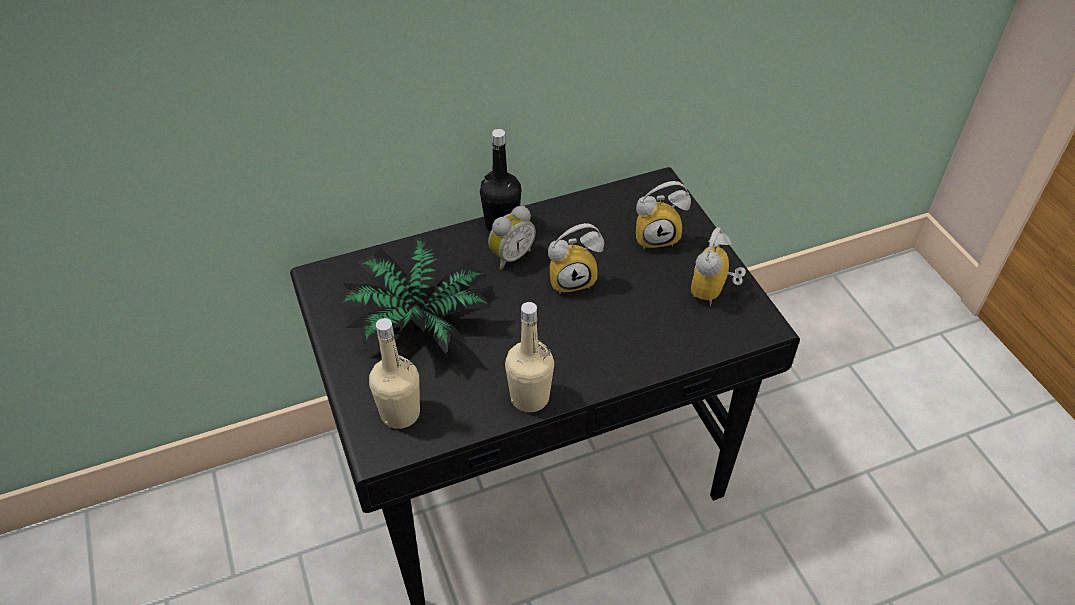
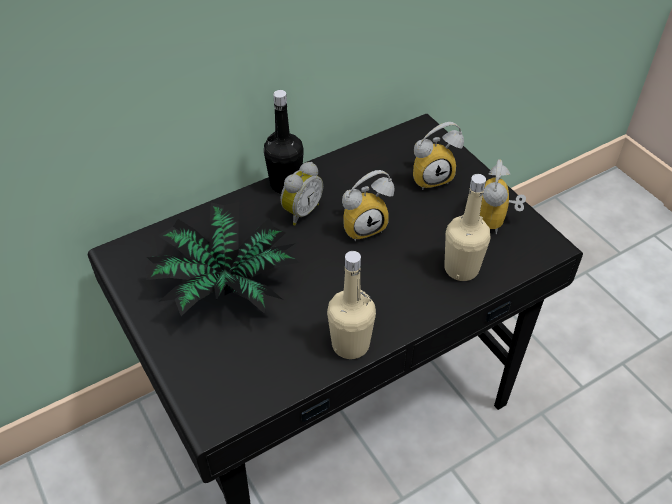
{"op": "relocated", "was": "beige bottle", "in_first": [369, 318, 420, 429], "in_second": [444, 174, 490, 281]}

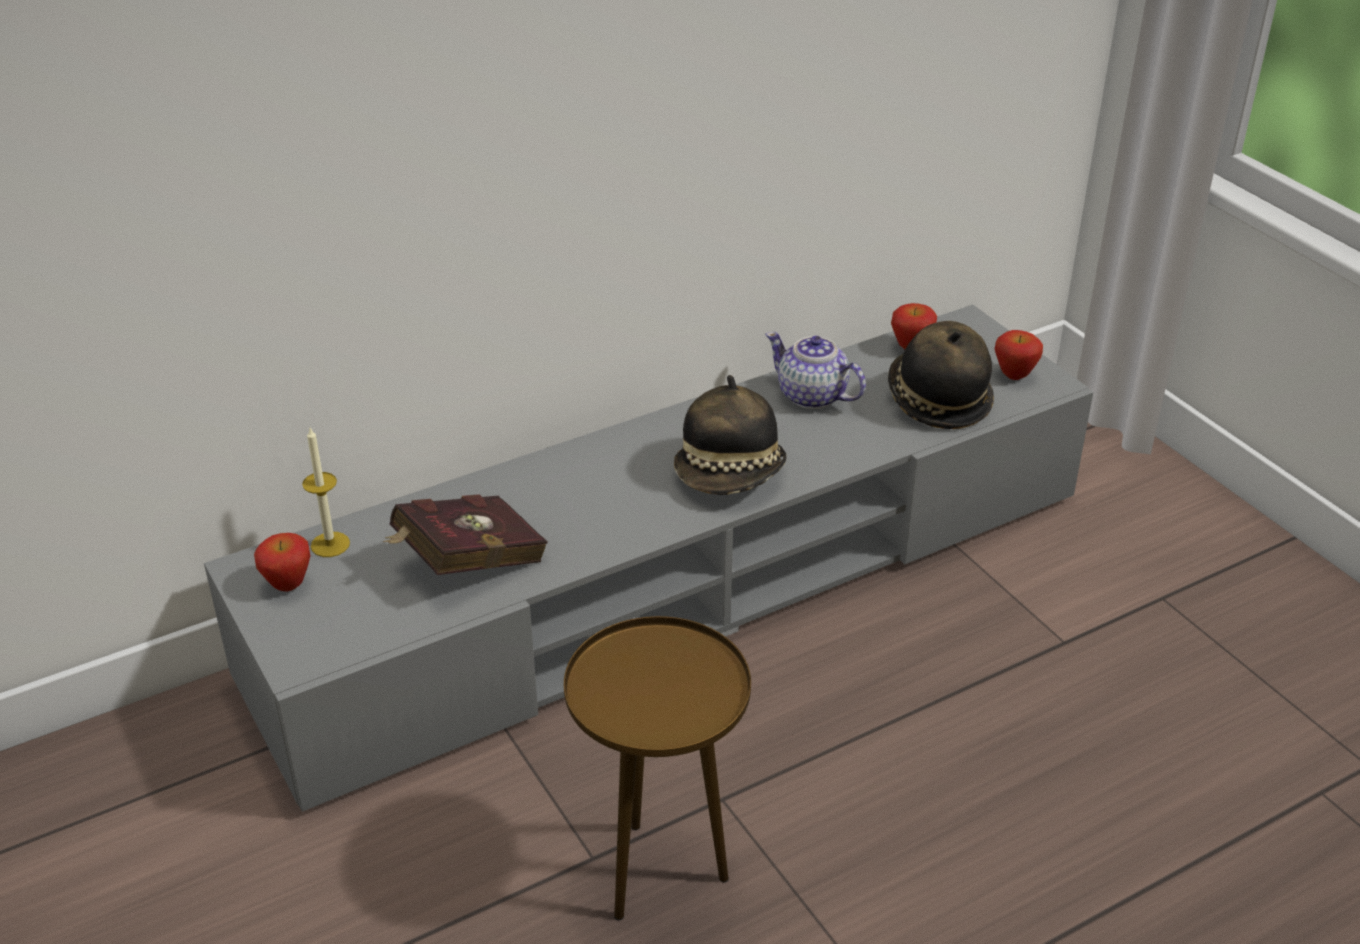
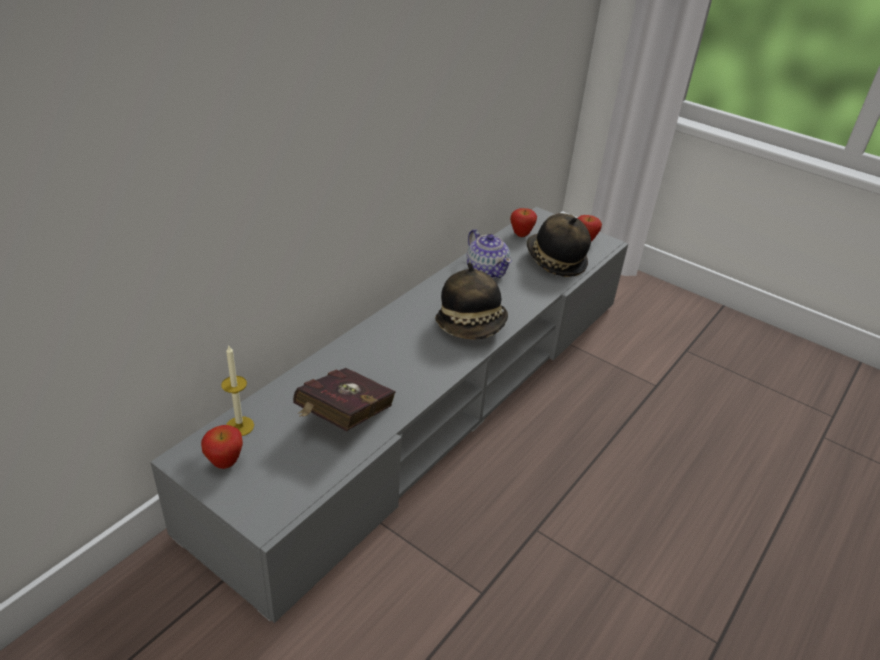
{"op": "spun", "was": "teapot", "in_first": [765, 332, 866, 409], "in_second": [467, 229, 512, 279], "clockwise": -135}
{"op": "missing", "was": "brown side table", "in_first": [564, 616, 751, 920]}

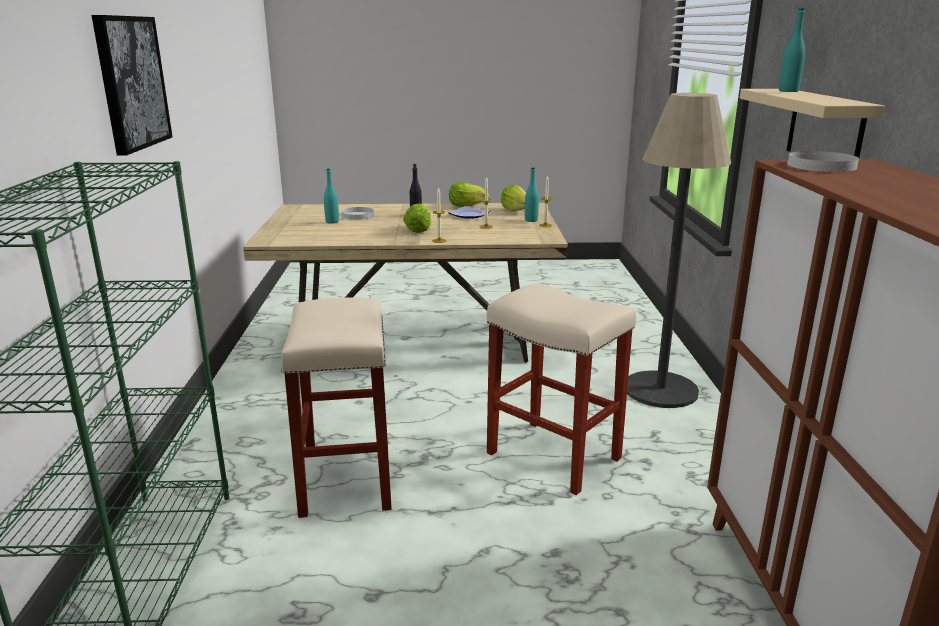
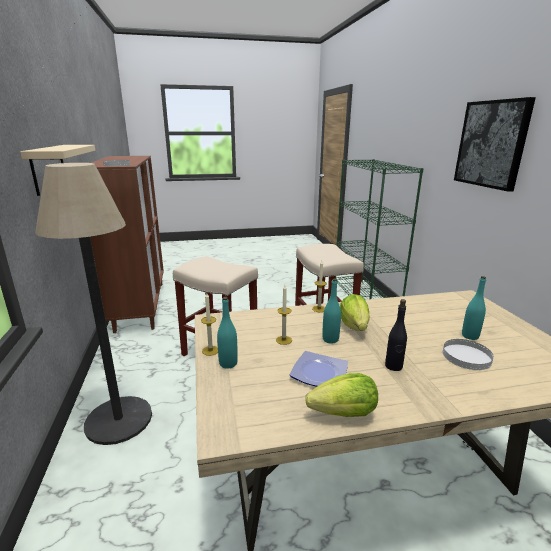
{"op": "relocated", "was": "turquoise bottle", "in_first": [779, 8, 805, 92], "in_second": [322, 279, 341, 344]}
{"op": "missing", "was": "lettuce", "in_first": [501, 185, 526, 211]}

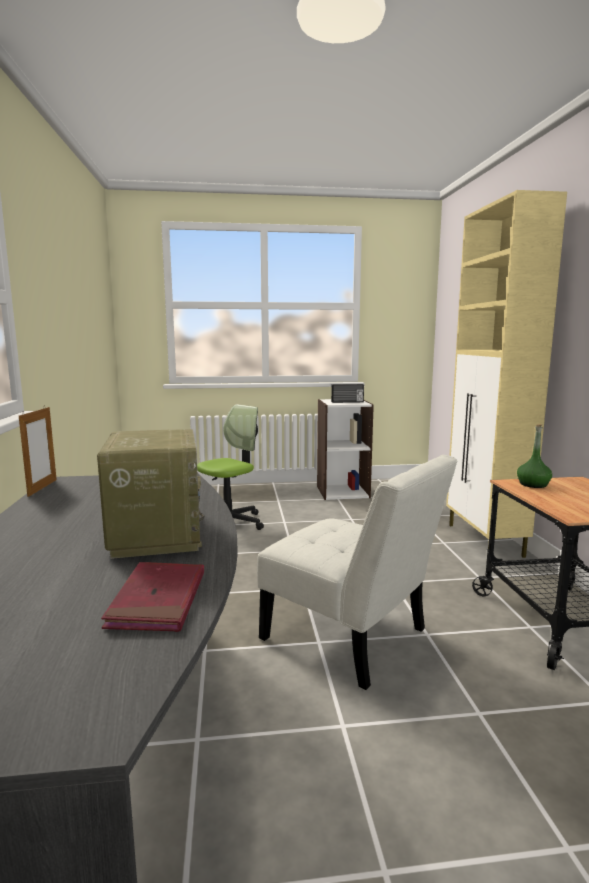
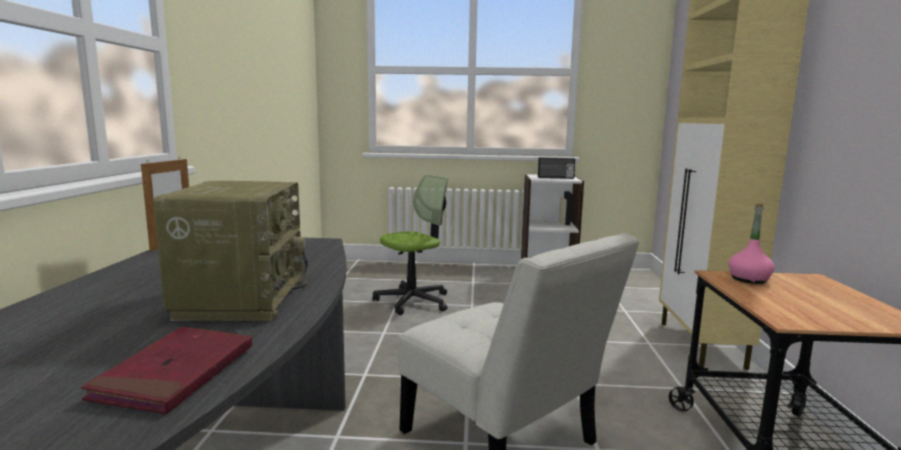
{"op": "colour", "was": "green bottle", "now": "pink bottle", "in_first": [517, 424, 552, 488], "in_second": [728, 204, 775, 284]}

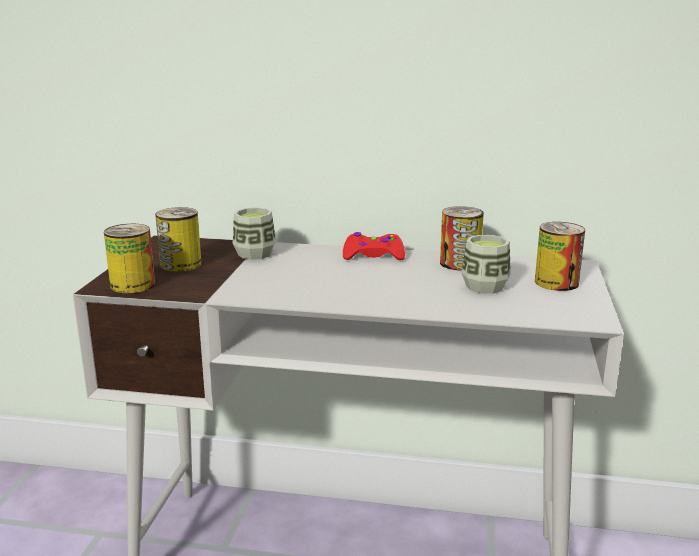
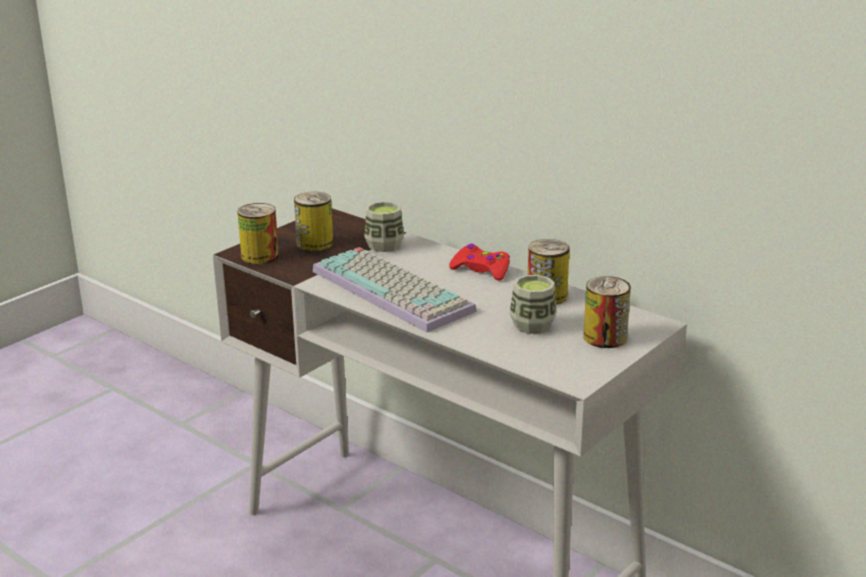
{"op": "appeared", "now": "keyboard", "in_second": [312, 247, 477, 333]}

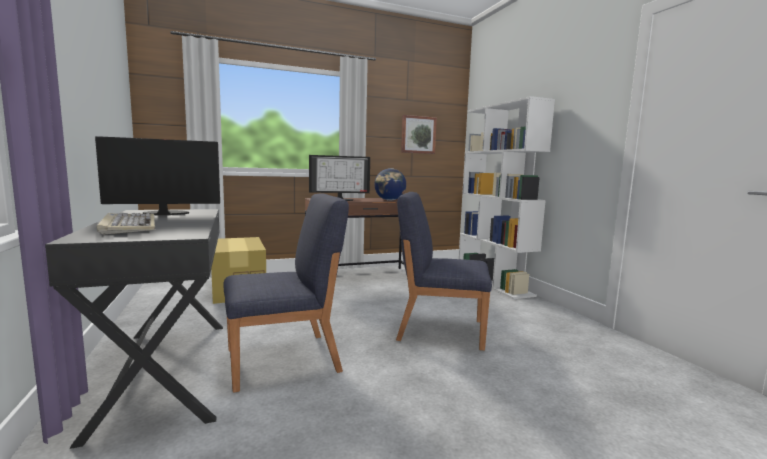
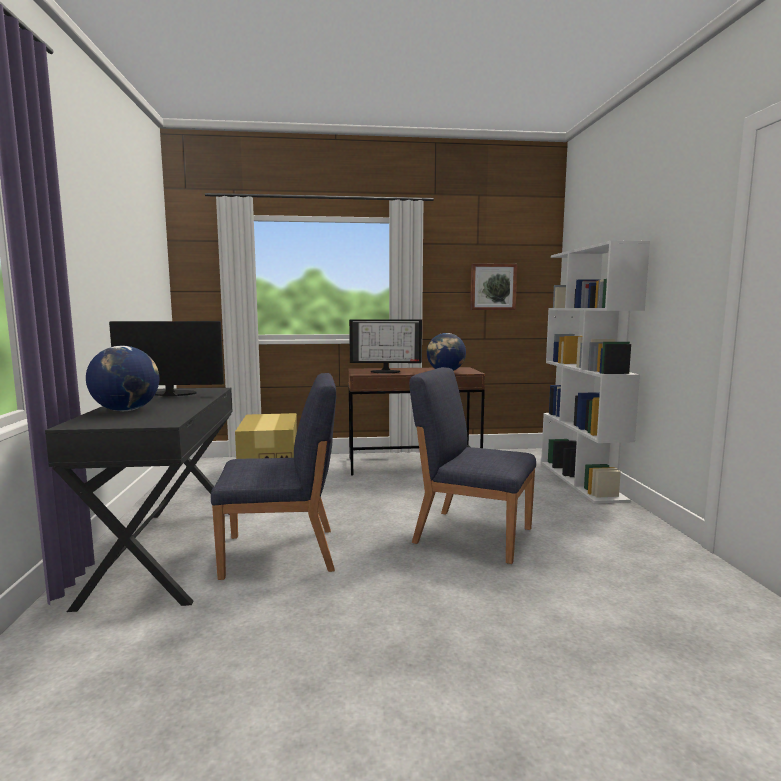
{"op": "exchanged", "was": "keyboard", "now": "globe", "in_first": [97, 213, 155, 235], "in_second": [86, 346, 159, 411]}

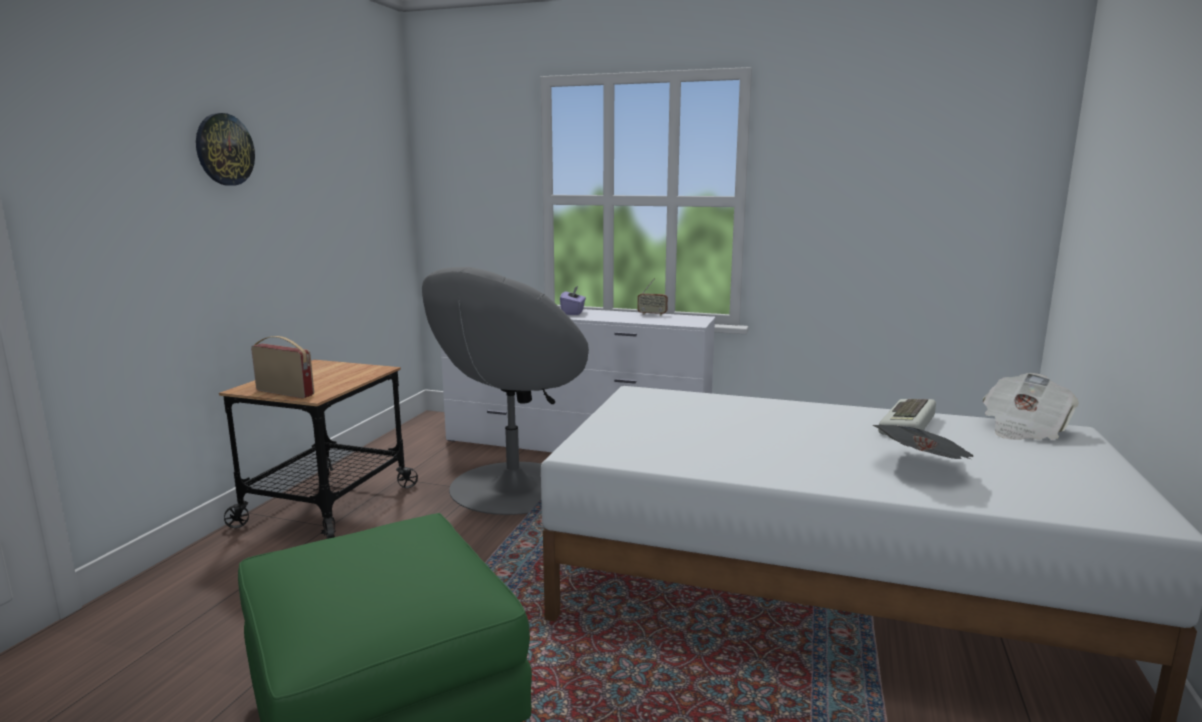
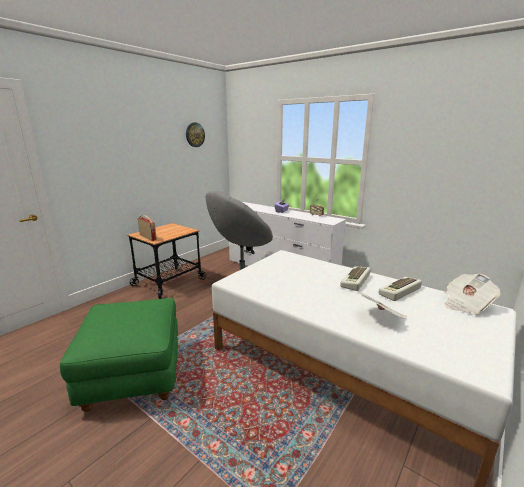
{"op": "relocated", "was": "wall clock", "in_first": [196, 113, 255, 186], "in_second": [186, 122, 205, 147]}
{"op": "appeared", "now": "keyboard", "in_second": [340, 266, 370, 291]}

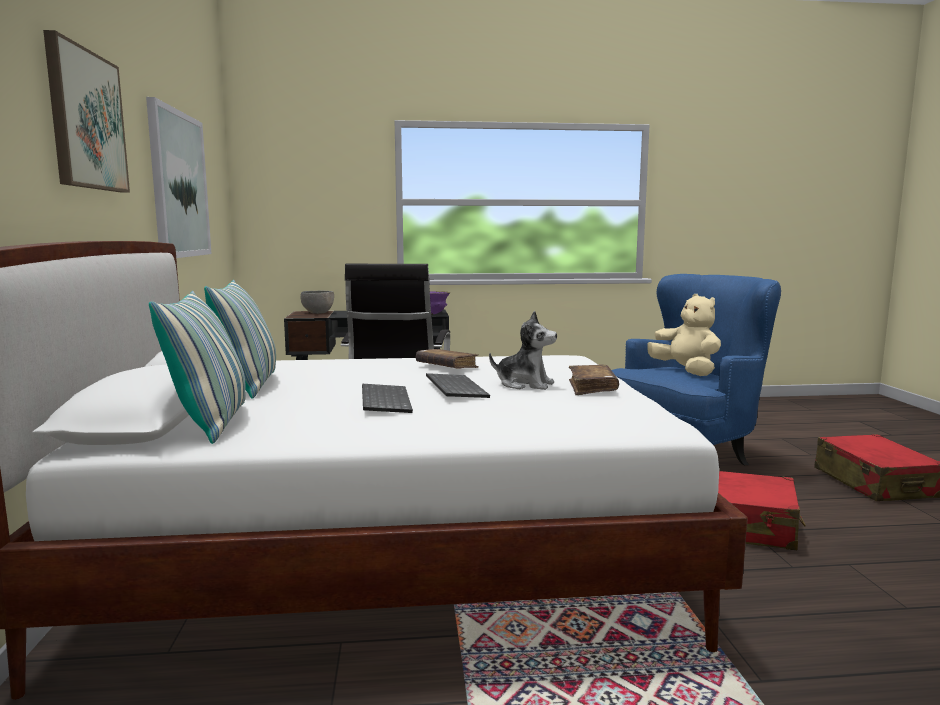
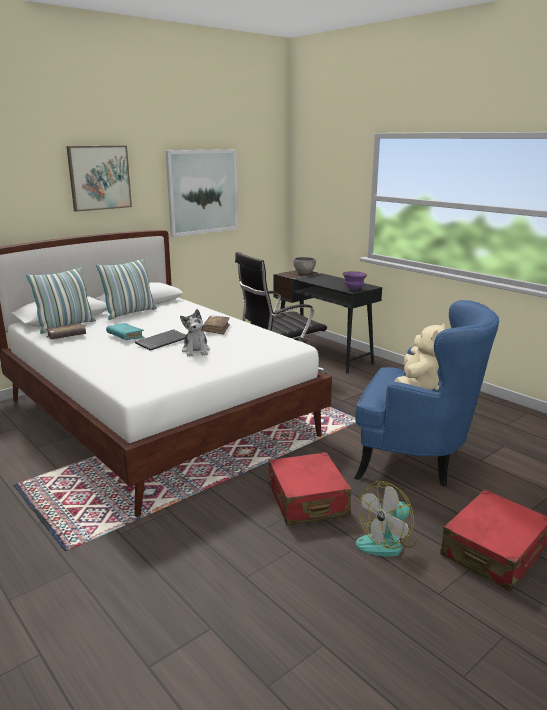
{"op": "relocated", "was": "brown book", "in_first": [569, 365, 619, 395], "in_second": [45, 323, 86, 340]}
{"op": "exchanged", "was": "keyboard", "now": "turquoise book", "in_first": [362, 384, 413, 413], "in_second": [106, 323, 145, 340]}
{"op": "appeared", "now": "fan", "in_second": [356, 481, 418, 557]}

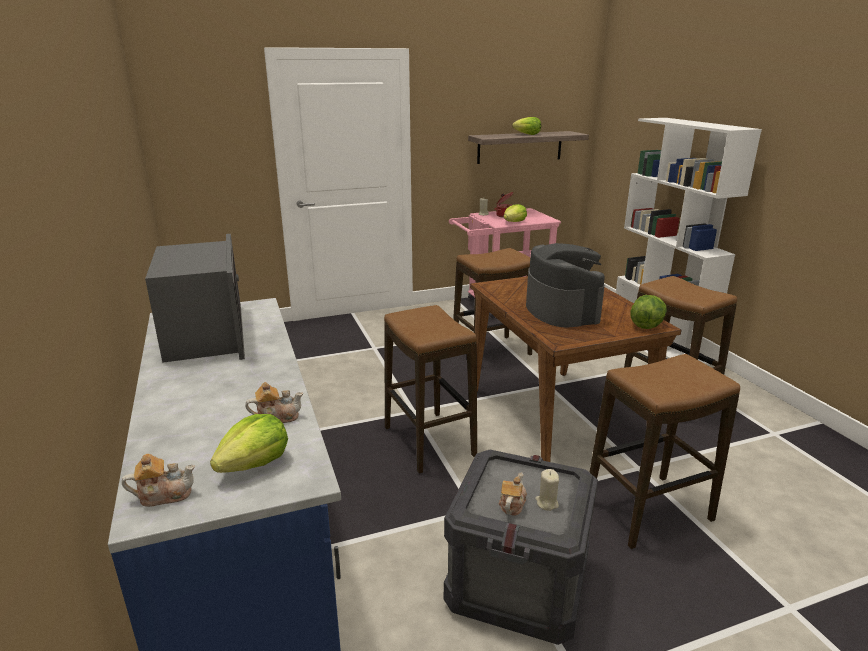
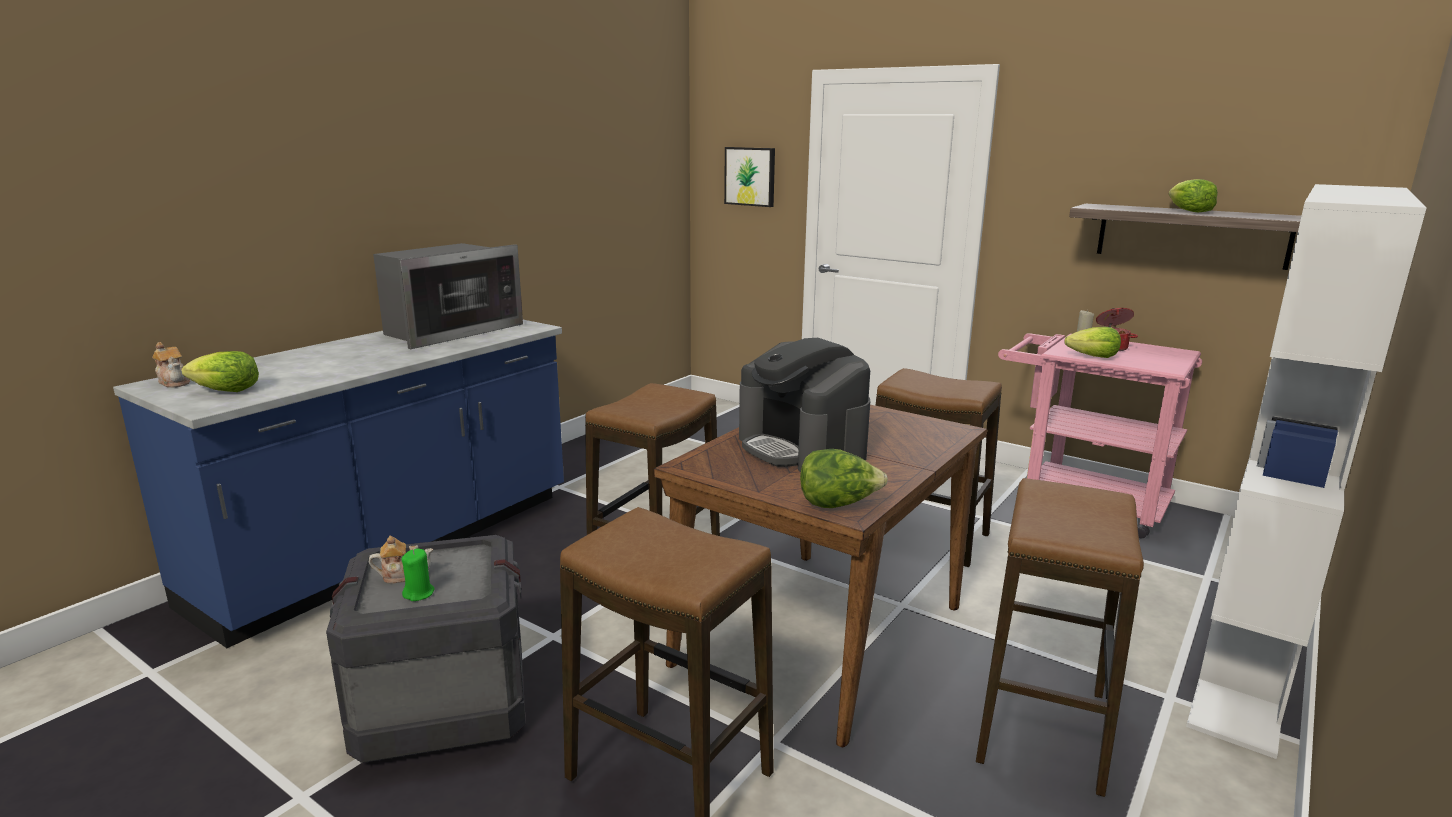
{"op": "spun", "was": "coffee machine", "in_first": [526, 243, 605, 327], "in_second": [739, 338, 870, 472], "clockwise": 105}
{"op": "missing", "was": "teapot", "in_first": [245, 382, 303, 423]}
{"op": "colour", "was": "beige candle", "now": "green candle", "in_first": [535, 469, 559, 511], "in_second": [402, 549, 434, 601]}
{"op": "appeared", "now": "picture", "in_second": [724, 147, 775, 207]}

